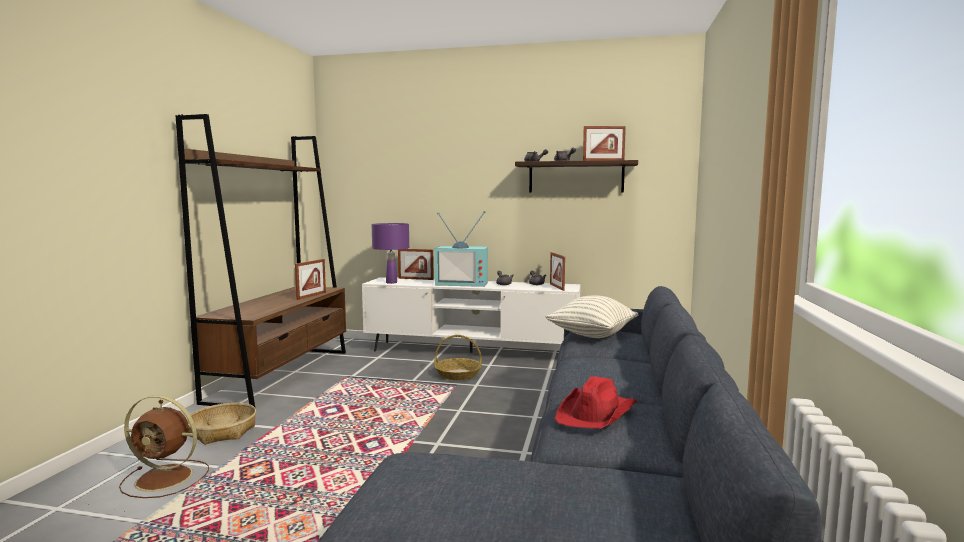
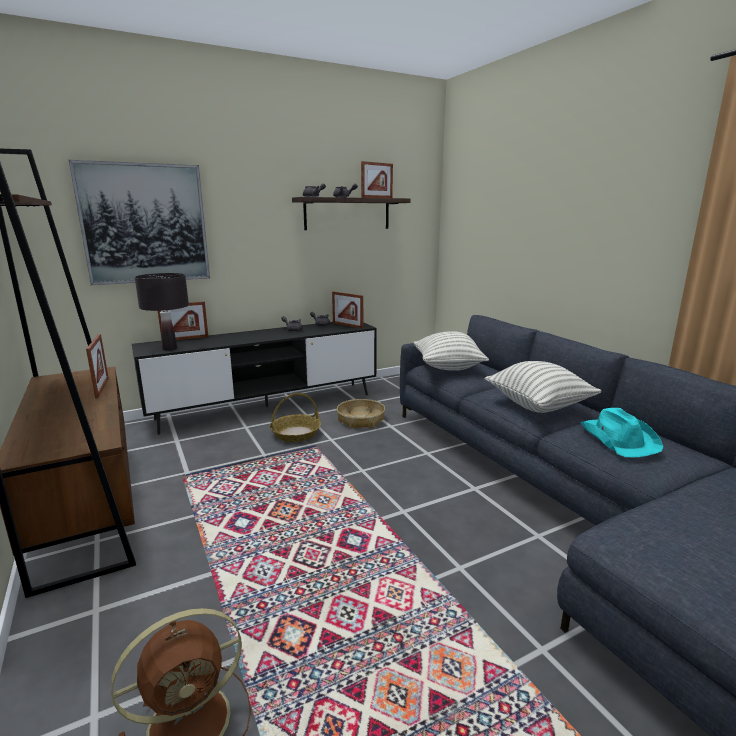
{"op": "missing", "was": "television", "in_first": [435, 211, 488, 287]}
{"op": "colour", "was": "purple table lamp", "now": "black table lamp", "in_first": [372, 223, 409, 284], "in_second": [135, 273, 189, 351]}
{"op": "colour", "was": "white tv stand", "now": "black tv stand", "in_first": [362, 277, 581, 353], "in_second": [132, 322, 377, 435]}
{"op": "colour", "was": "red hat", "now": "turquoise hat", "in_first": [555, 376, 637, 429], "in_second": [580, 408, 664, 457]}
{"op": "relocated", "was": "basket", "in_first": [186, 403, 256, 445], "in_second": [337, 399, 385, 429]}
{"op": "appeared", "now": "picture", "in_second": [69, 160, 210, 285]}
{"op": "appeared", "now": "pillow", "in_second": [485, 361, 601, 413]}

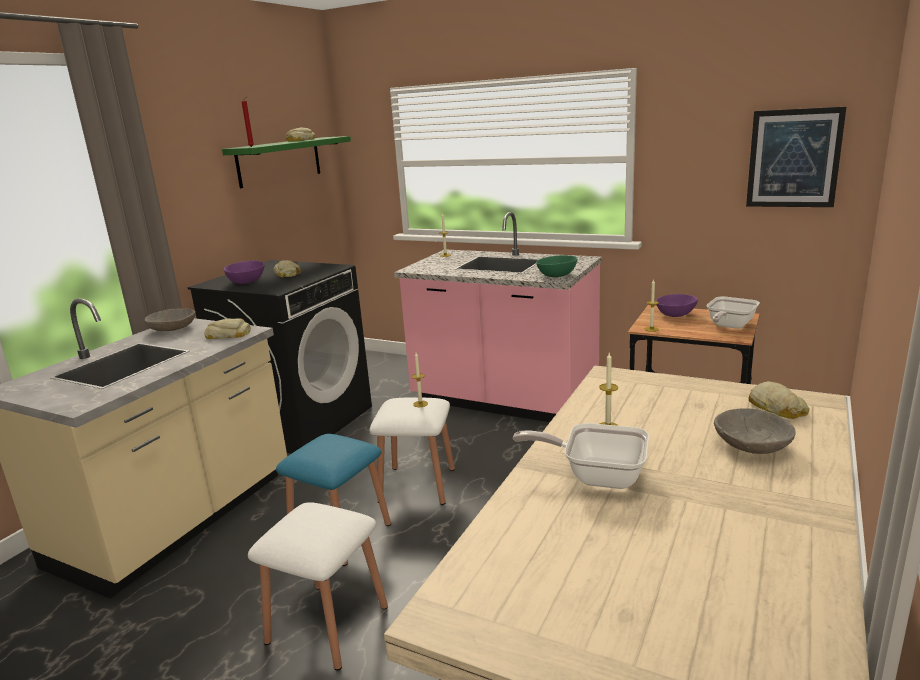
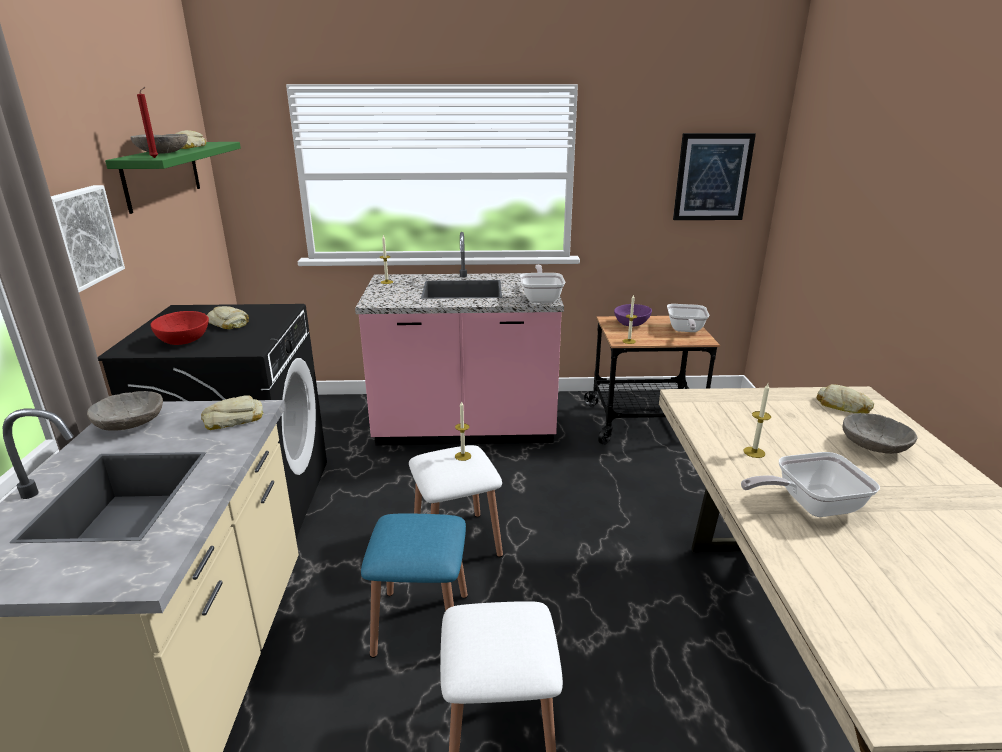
{"op": "exchanged", "was": "green bowl", "now": "frying pan", "in_first": [536, 255, 577, 277], "in_second": [520, 265, 565, 303]}
{"op": "colour", "was": "purple bowl", "now": "red bowl", "in_first": [224, 260, 264, 284], "in_second": [151, 311, 209, 345]}
{"op": "appeared", "now": "grey bowl", "in_second": [131, 134, 188, 154]}
{"op": "appeared", "now": "picture", "in_second": [51, 185, 125, 292]}

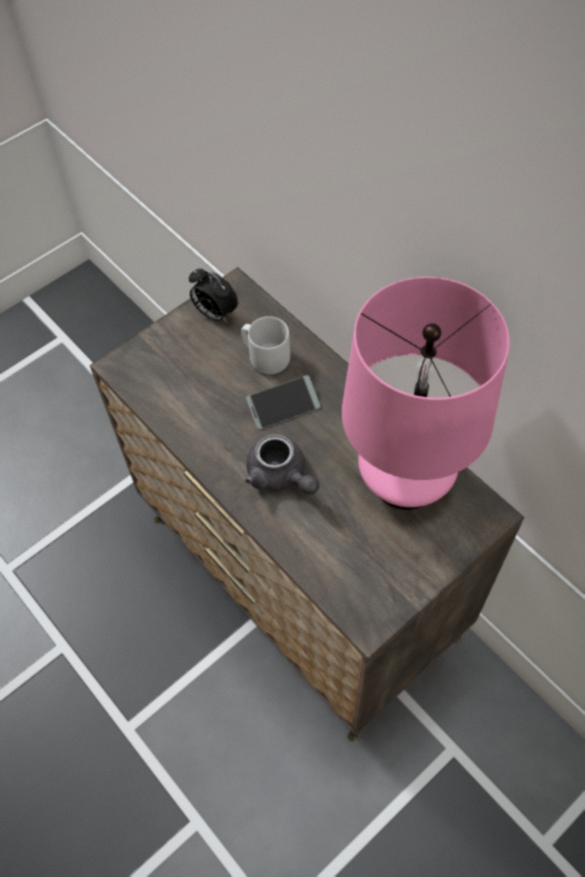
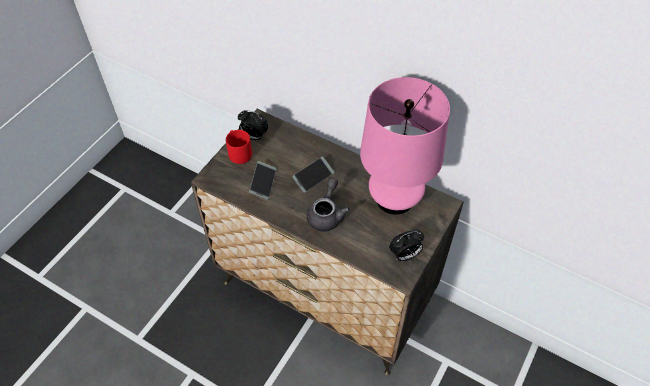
{"op": "missing", "was": "grey mug", "in_first": [241, 316, 290, 374]}
{"op": "spun", "was": "grey teapot", "in_first": [245, 434, 319, 494], "in_second": [307, 178, 350, 231], "clockwise": -105}
{"op": "appeared", "now": "red mug", "in_second": [226, 130, 252, 164]}
{"op": "appeared", "now": "phone", "in_second": [249, 161, 276, 200]}
{"op": "appeared", "now": "alarm clock", "in_second": [389, 229, 424, 261]}

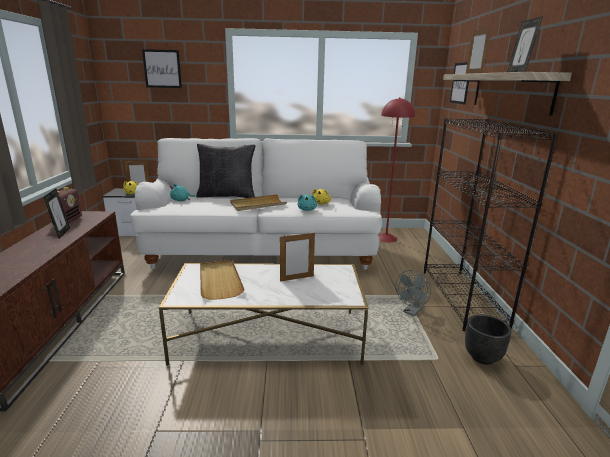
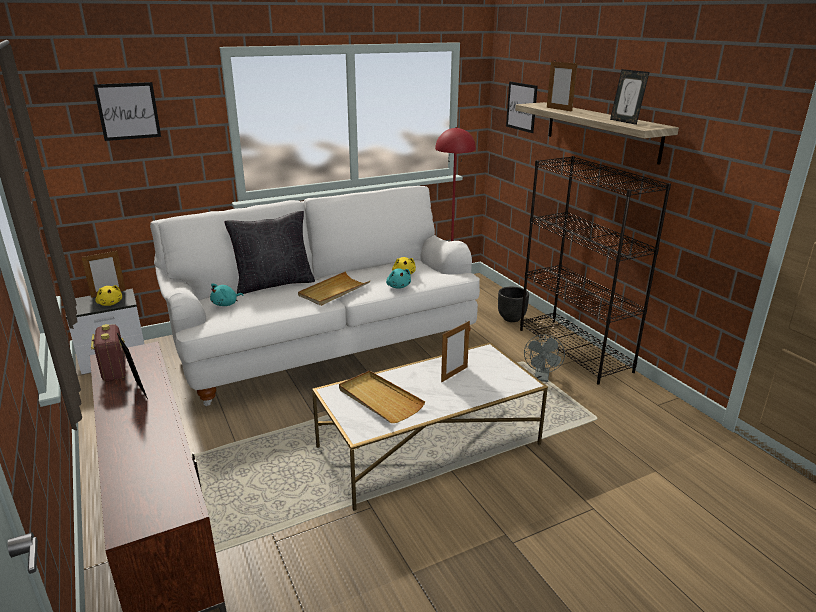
{"op": "relocated", "was": "black planter", "in_first": [465, 314, 512, 365], "in_second": [498, 287, 529, 322]}

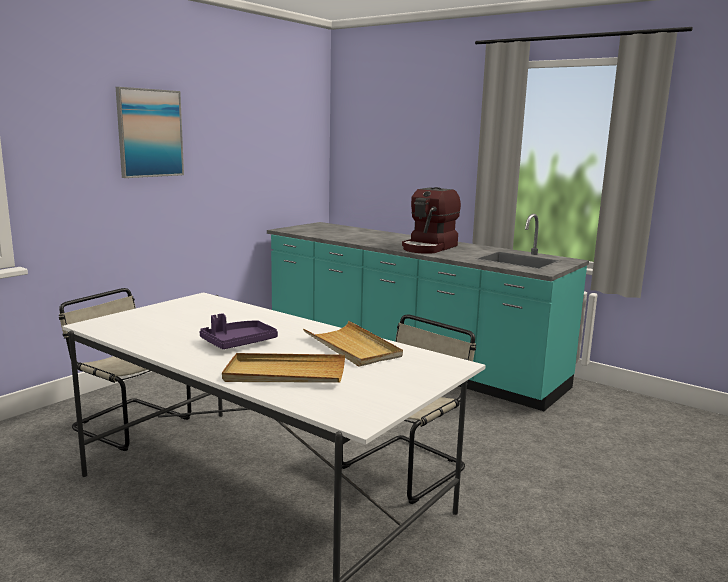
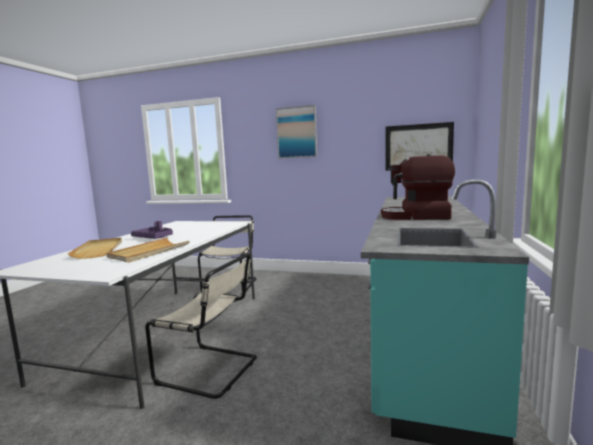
{"op": "appeared", "now": "picture", "in_second": [386, 122, 454, 171]}

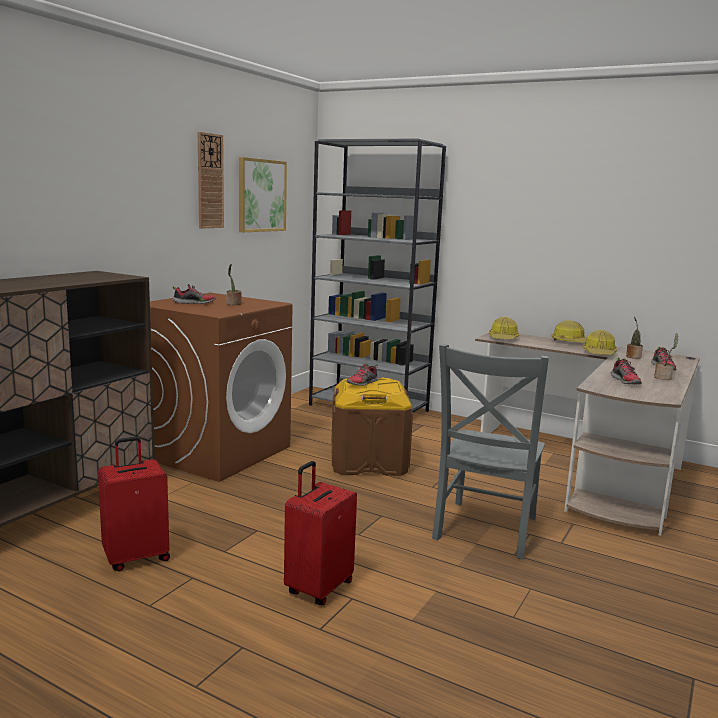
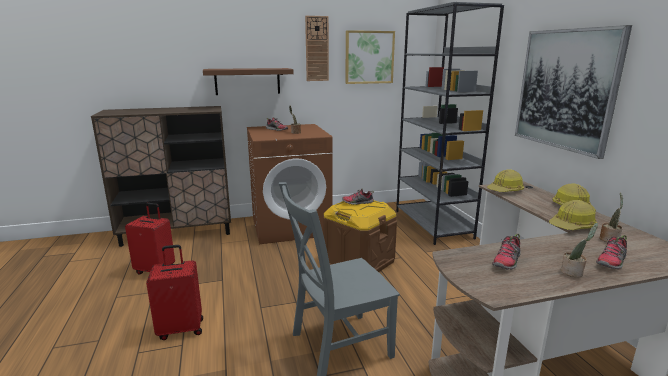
{"op": "appeared", "now": "picture", "in_second": [515, 25, 632, 159]}
{"op": "appeared", "now": "brown shelf", "in_second": [203, 68, 294, 95]}

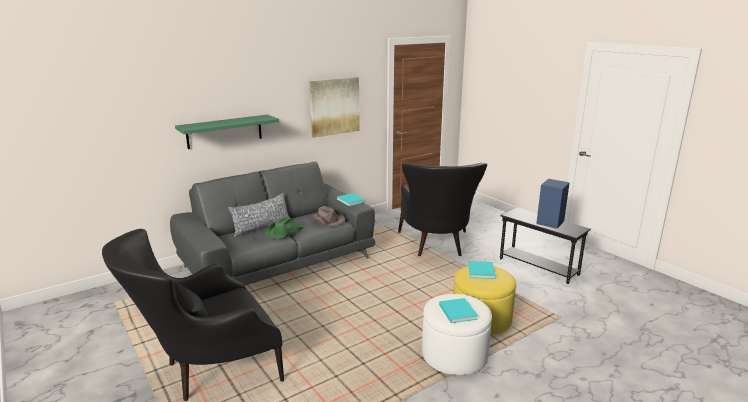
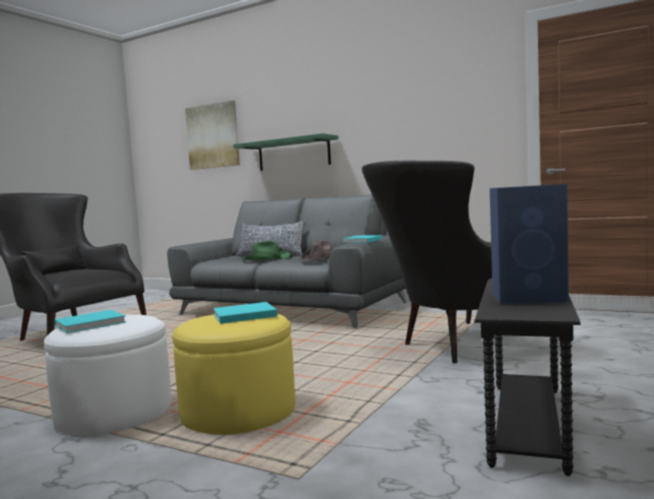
{"op": "relocated", "was": "picture", "in_first": [309, 77, 360, 138], "in_second": [185, 100, 240, 170]}

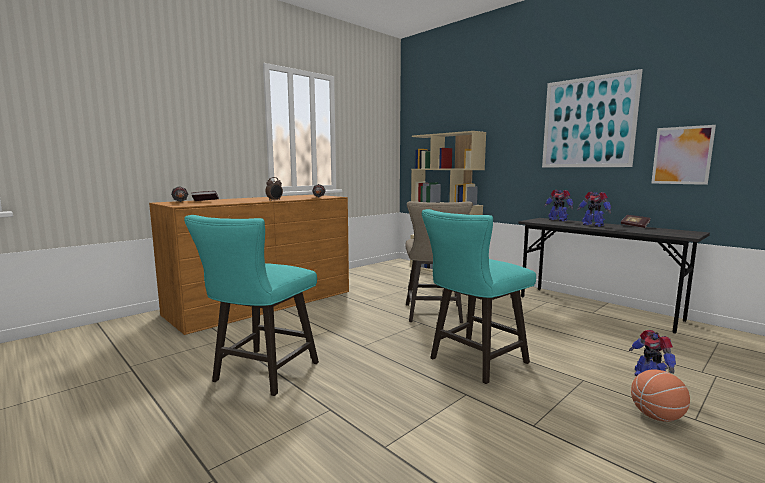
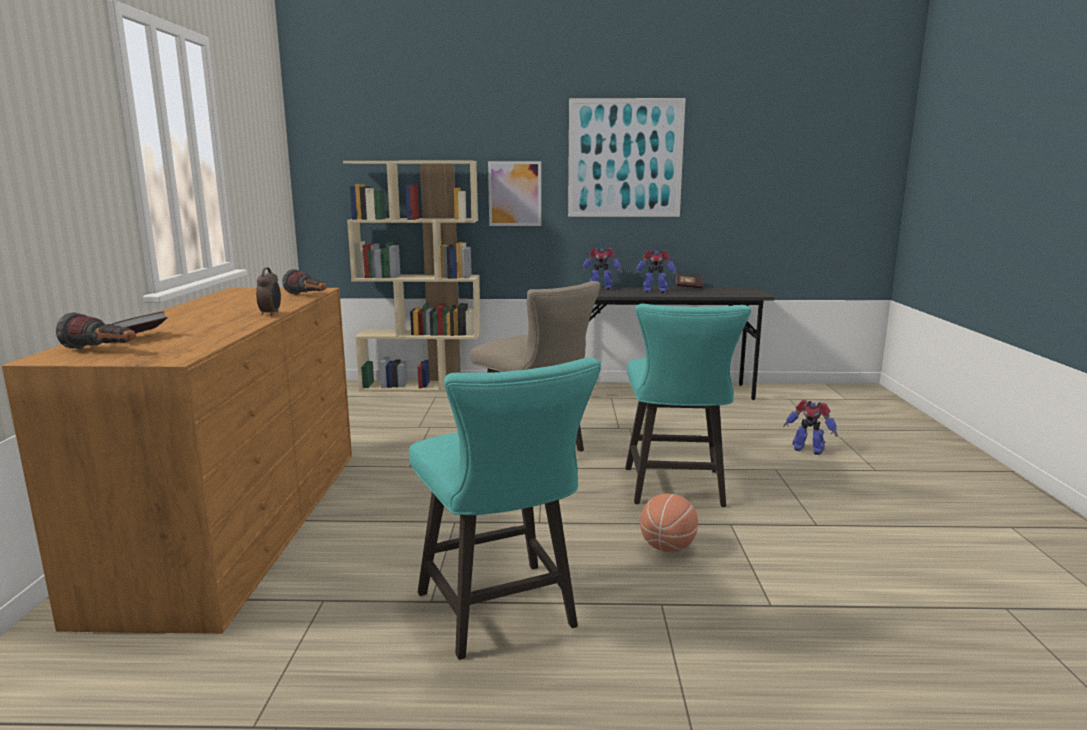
{"op": "relocated", "was": "picture", "in_first": [651, 125, 716, 185], "in_second": [488, 161, 541, 226]}
{"op": "relocated", "was": "basketball", "in_first": [631, 370, 690, 422], "in_second": [640, 493, 698, 552]}

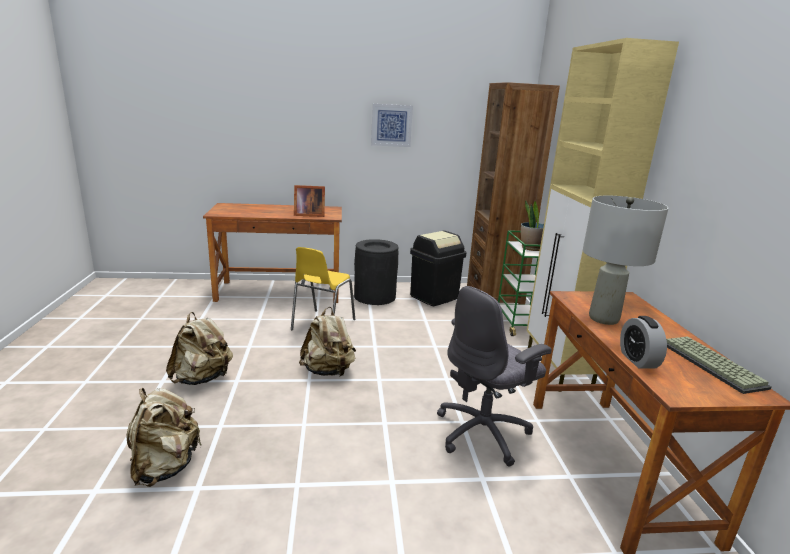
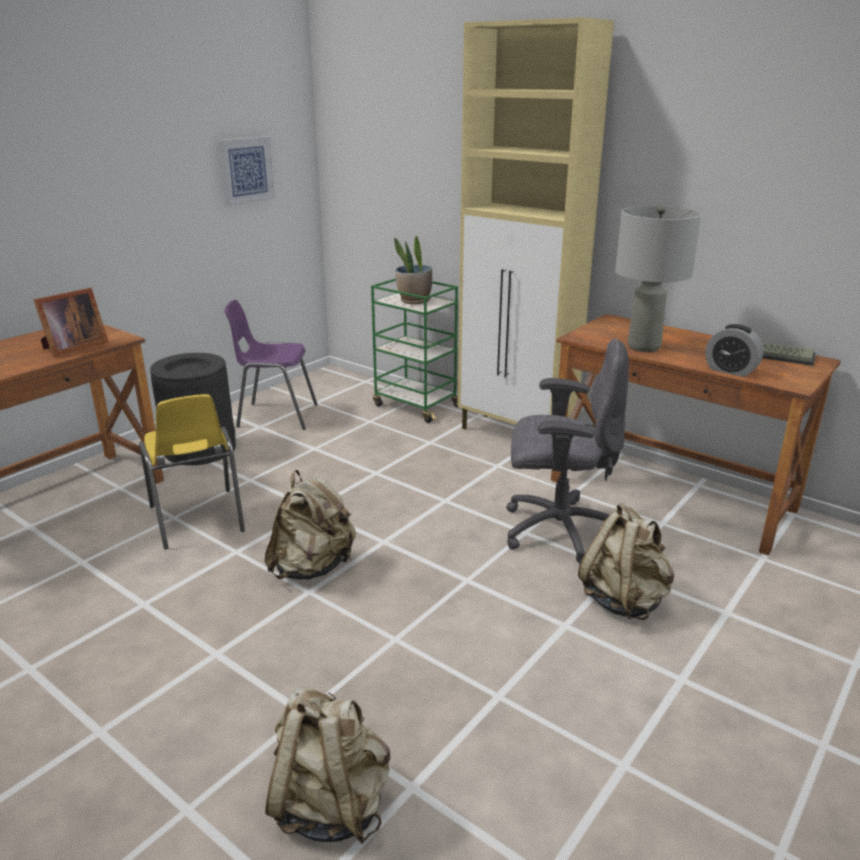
{"op": "missing", "was": "brown bookcase", "in_first": [467, 82, 560, 304]}
{"op": "relocated", "was": "picture", "in_first": [371, 104, 413, 147], "in_second": [218, 136, 275, 206]}
{"op": "exchanged", "was": "black trash can", "now": "purple chair", "in_first": [410, 231, 466, 306], "in_second": [224, 300, 317, 430]}
{"op": "spun", "was": "grey office chair", "in_first": [437, 286, 552, 466], "in_second": [506, 339, 629, 564], "clockwise": -90}
{"op": "relocated", "was": "beige backpack", "in_first": [166, 312, 233, 385], "in_second": [578, 503, 674, 620]}

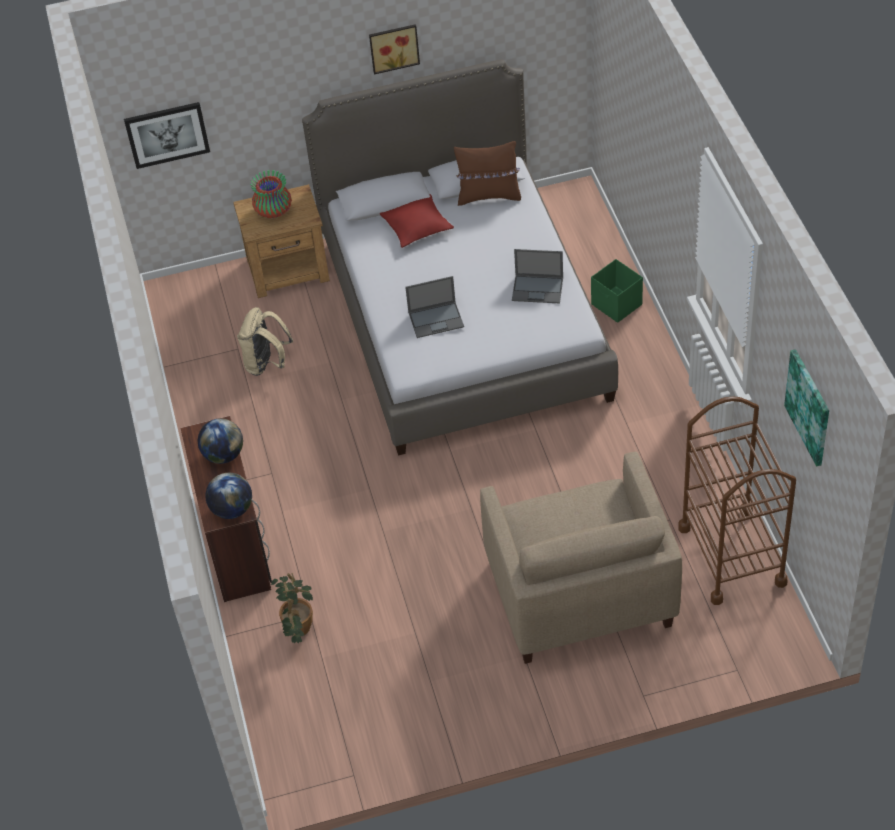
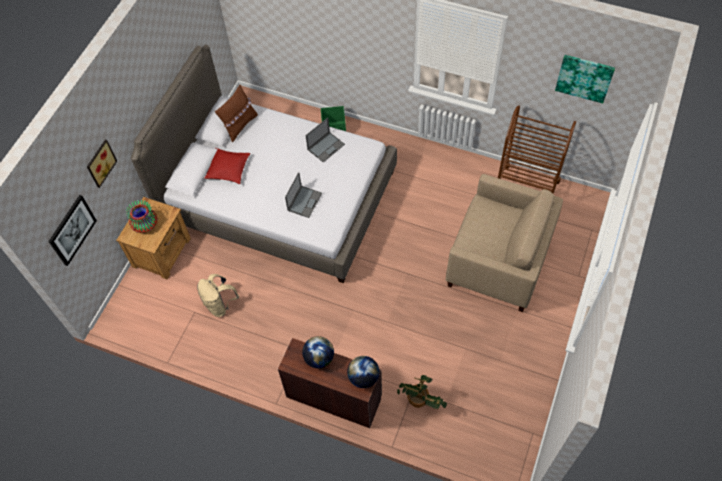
{"op": "relocated", "was": "picture", "in_first": [369, 24, 420, 75], "in_second": [87, 139, 117, 188]}

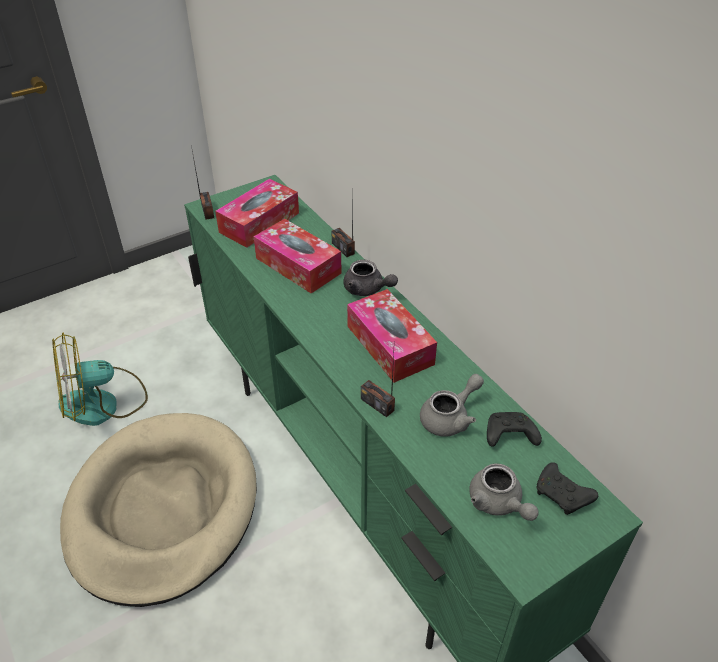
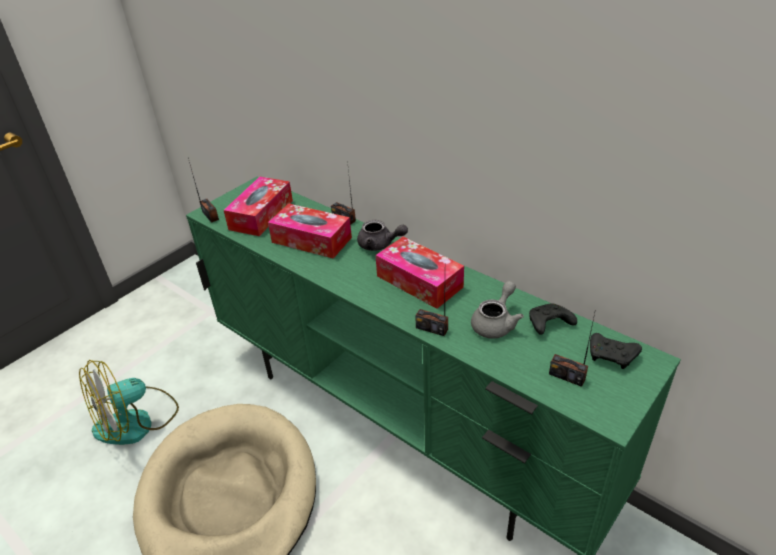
{"op": "exchanged", "was": "grey teapot", "now": "radio", "in_first": [469, 463, 539, 521], "in_second": [549, 309, 596, 387]}

